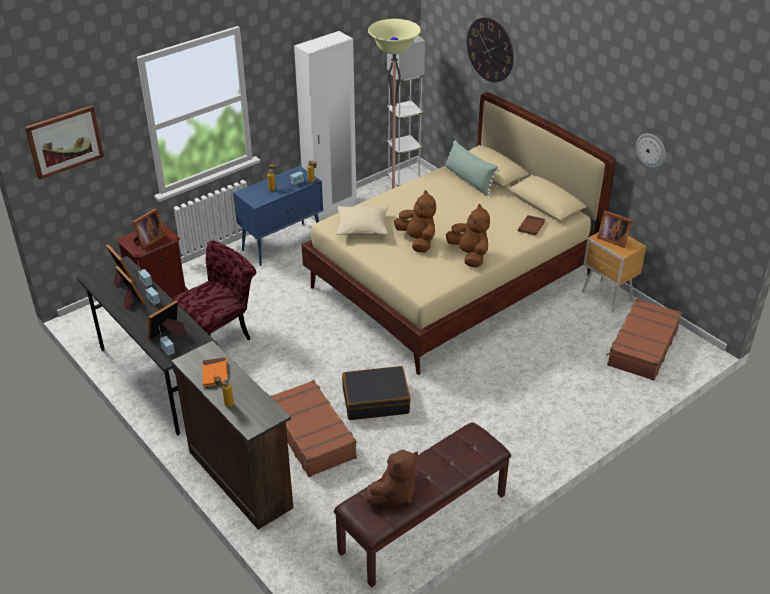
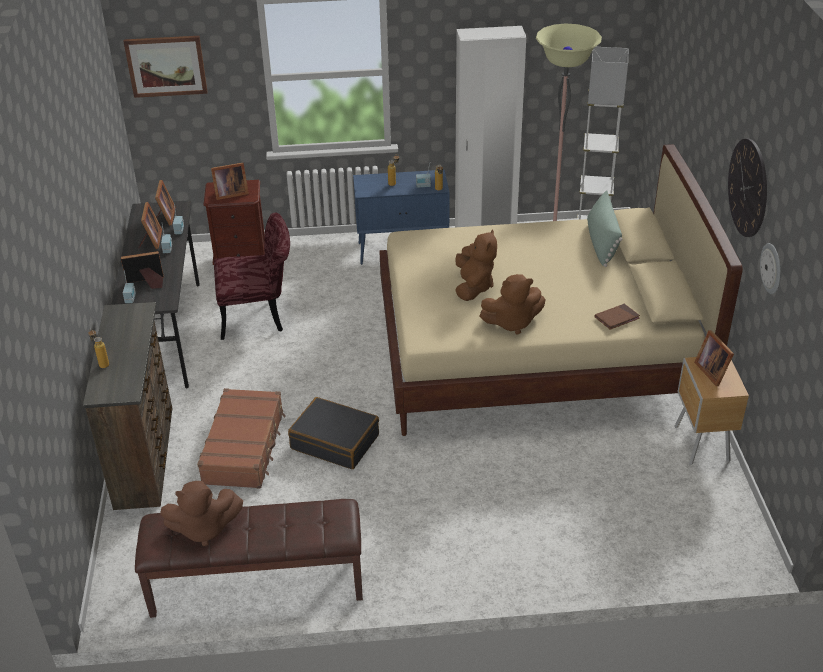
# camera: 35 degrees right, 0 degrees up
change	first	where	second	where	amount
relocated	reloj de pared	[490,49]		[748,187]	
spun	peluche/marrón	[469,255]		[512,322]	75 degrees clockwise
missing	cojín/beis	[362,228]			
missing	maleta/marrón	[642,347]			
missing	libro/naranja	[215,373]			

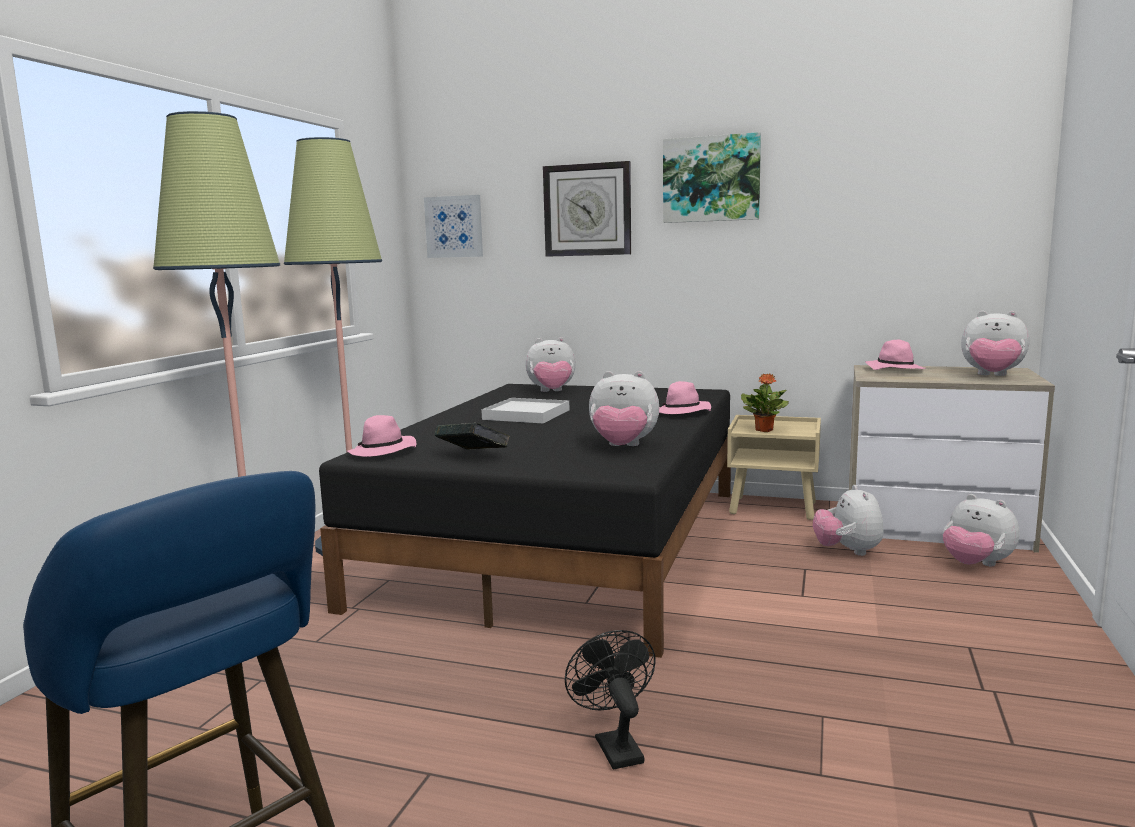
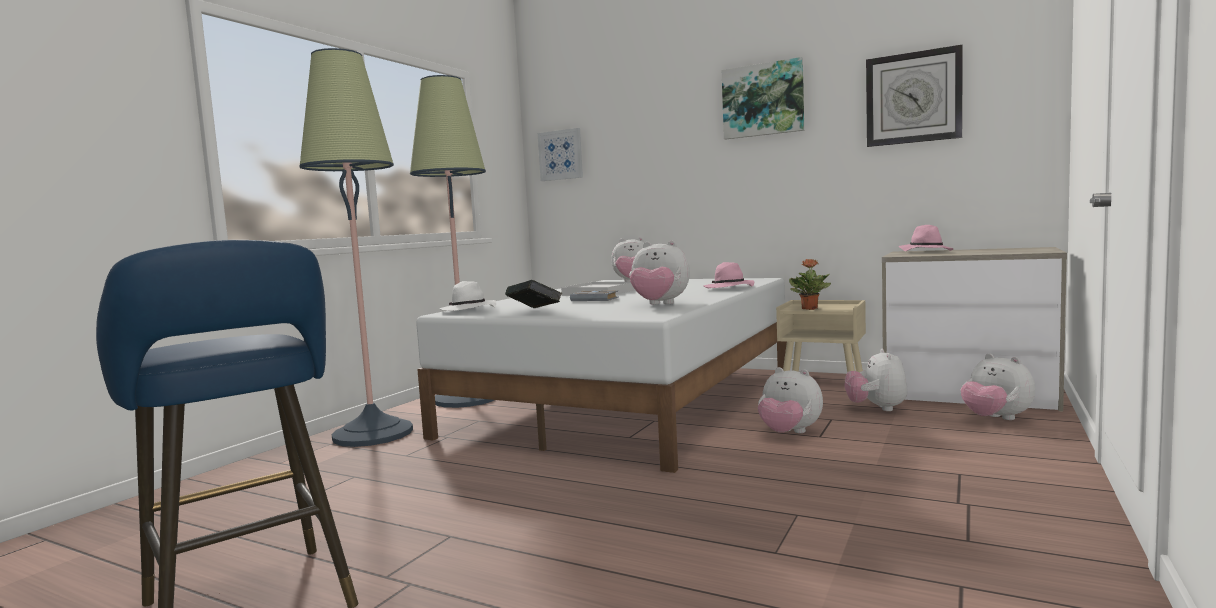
# camera: 10 degrees right, 5 degrees down
change	first	where	second	where	amount
relocated	reloj de pared	[587,210]		[913,98]	
relocated	peluche	[992,376]		[789,433]	
colour	cama/negro	[565,544]	cama/blanco	[631,401]	
colour	sombrero/rosa	[383,452]	sombrero/blanco	[469,310]	
missing	ventilador/negro	[614,745]			
appeared			libro/gris	[596,300]	

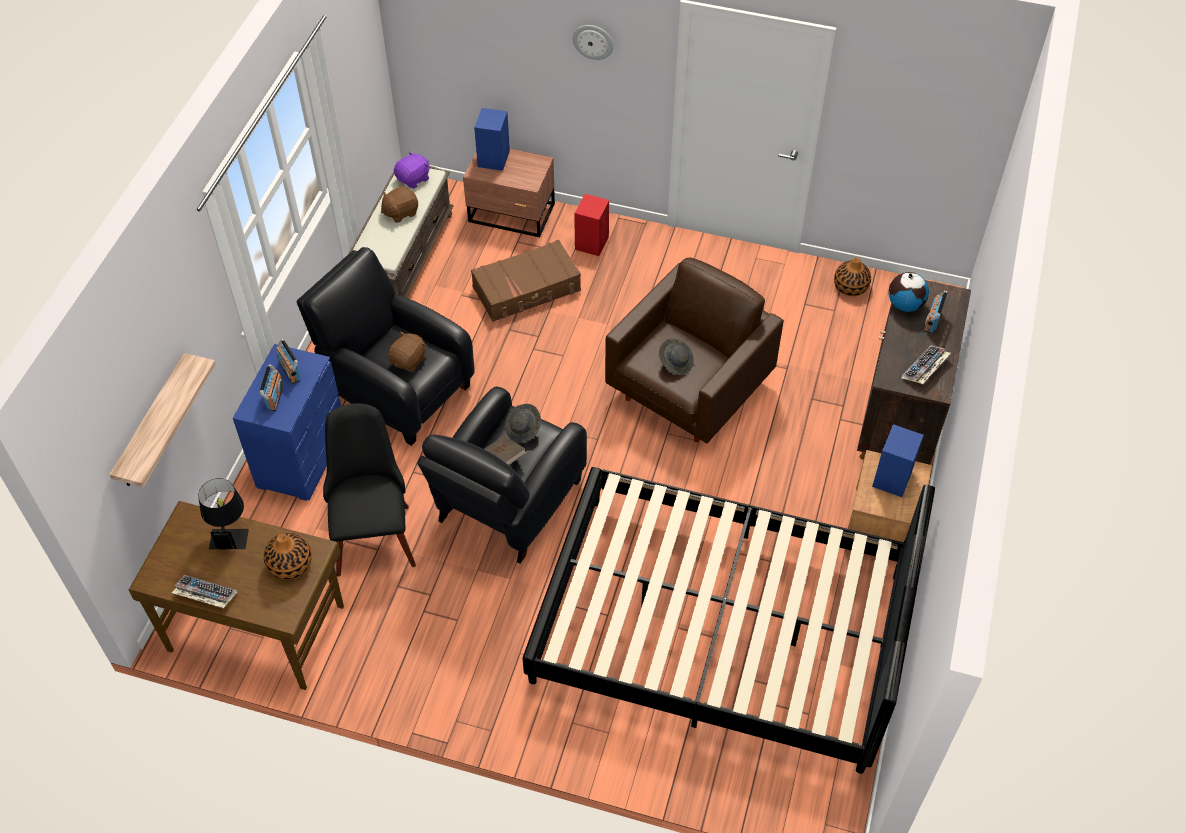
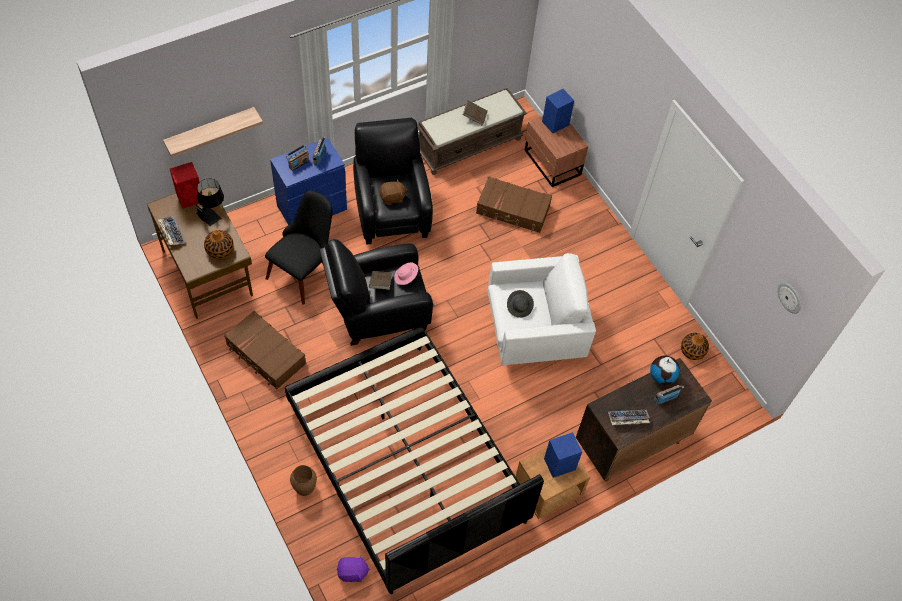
# camera: 40 degrees right, 5 degrees up
change	first	where	second	where	amount
relocated	reloj de pared	[593,41]		[790,297]	
relocated	peluche/morado	[413,179]		[352,572]	
exchanged	peluche/marrón	[400,212]	libro/marrón	[474,116]	
relocated	altavoz/rojo	[592,242]		[191,197]	
colour	sillón/marrón	[689,390]	sillón/blanco	[533,332]	
colour	sombrero/gris	[523,429]	sombrero/rosa	[406,277]	
appeared			maleta/marrón	[265,355]	
appeared			florero/marrón	[304,487]	

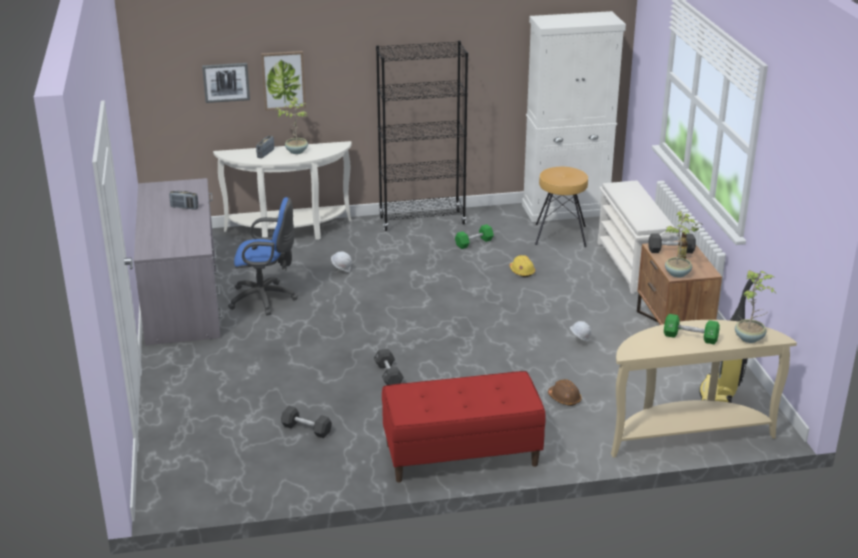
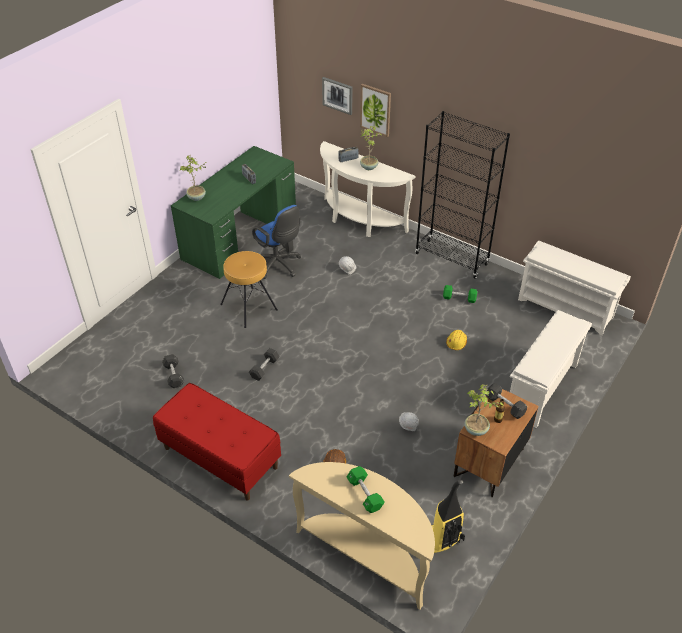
# camera: 45 degrees right, 15 degrees up
change	first	where	second	where	amount
exchanged	armario/blanco	[565,210]	zapatero/blanco	[566,308]	
relocated	taburete/marrón	[560,235]		[249,307]	
colour	escritorio/gris	[183,297]	escritorio/verde	[240,236]	
relocated	planta en maceta	[750,338]		[197,198]	

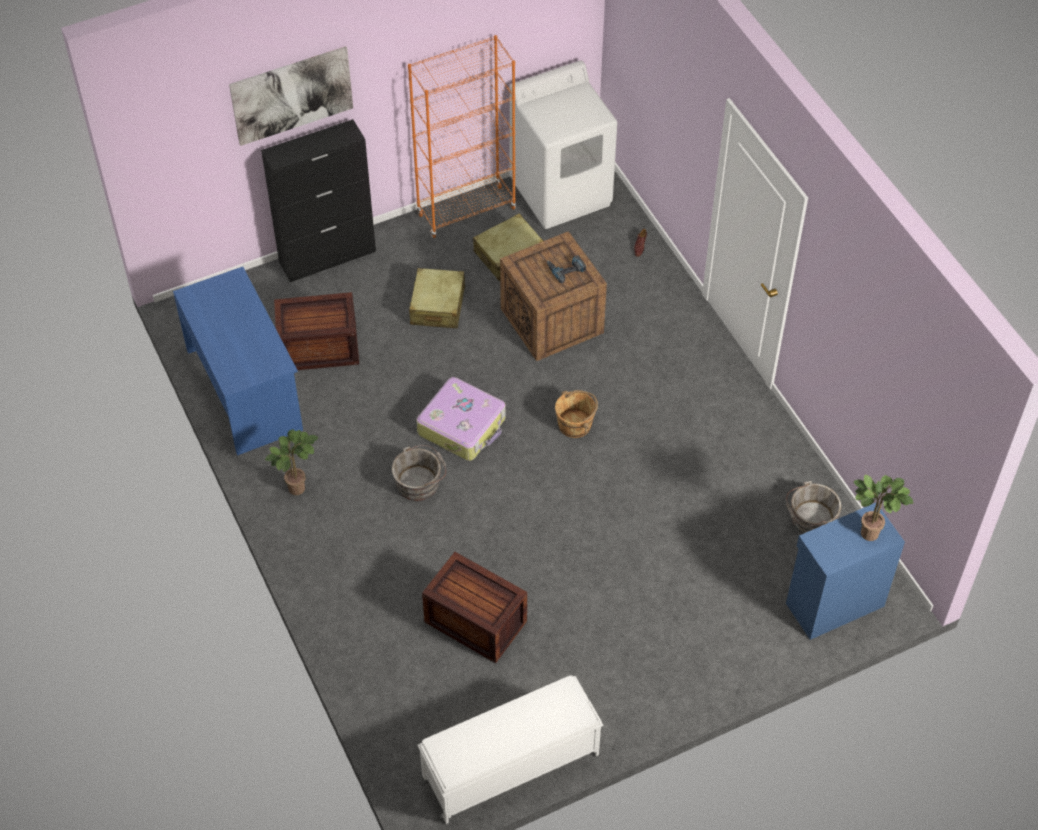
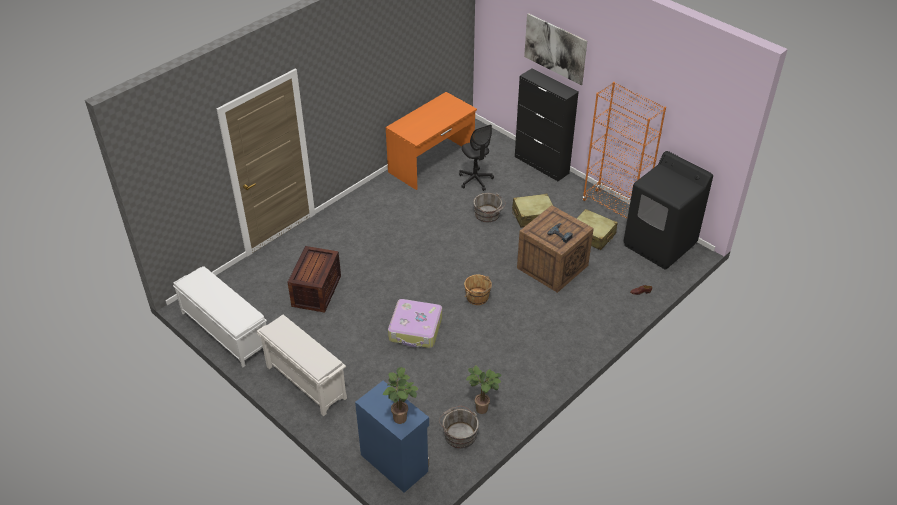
# camera: 70 degrees right, 10 degrees down
change	first	where	second	where	amount
colour	lavadora/blanco	[561,192]	lavadora/negro	[659,244]	
colour	escritorio/azul	[245,389]	escritorio/naranja	[432,162]	
exchanged	caja de embalaje	[320,348]	silla de oficina/negro	[475,180]	
relocated	maleta	[463,426]		[416,329]	
relocated	planta en maceta	[298,486]		[484,409]	
relocated	cubo/gris	[420,482]		[488,215]	
appeared			zapatero/blanco	[305,382]	

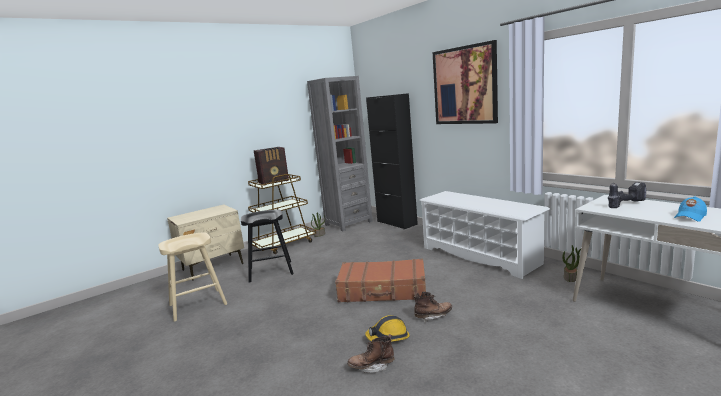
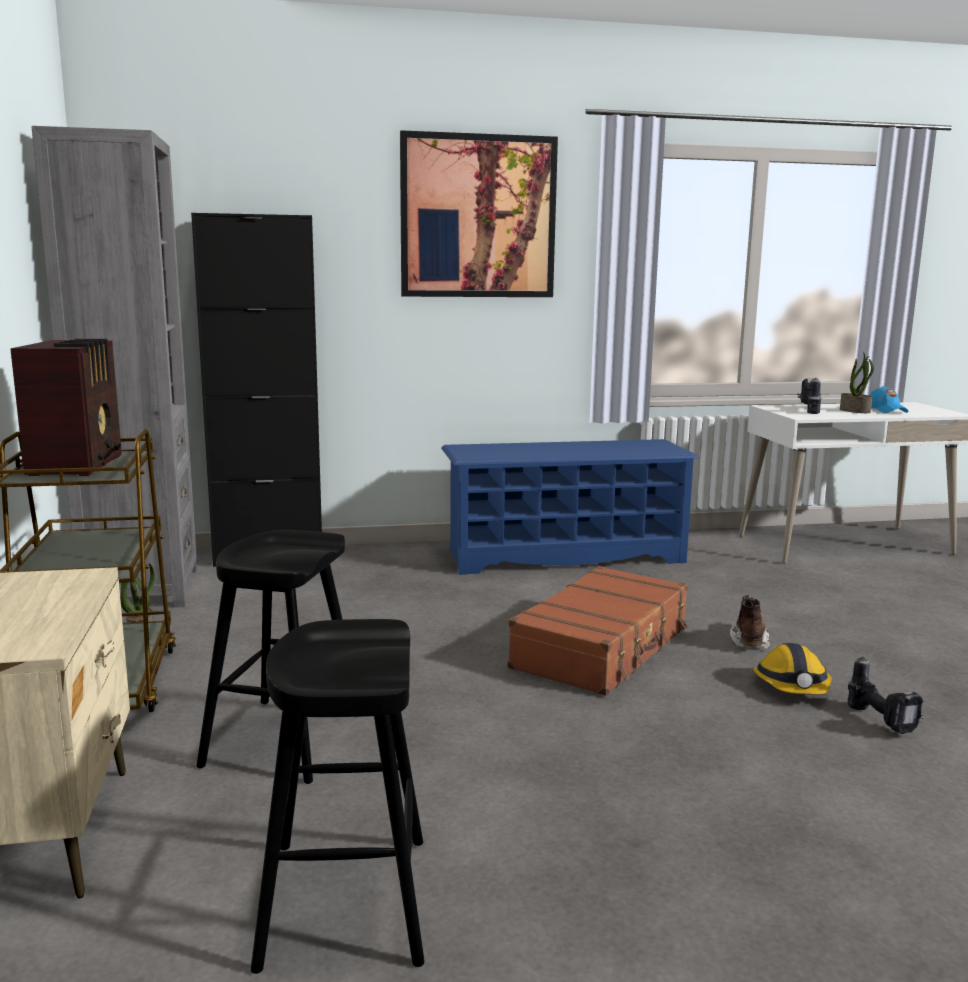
# camera: 65 degrees left, 0 degrees up
change	first	where	second	where	amount
colour	zapatero/blanco	[480,255]	zapatero/azul	[564,556]	
colour	taburete/beis	[197,305]	taburete/negro	[345,901]	
relocated	planta en maceta	[570,278]		[855,411]	
exchanged	bota/marrón	[372,367]	taladro	[883,721]	

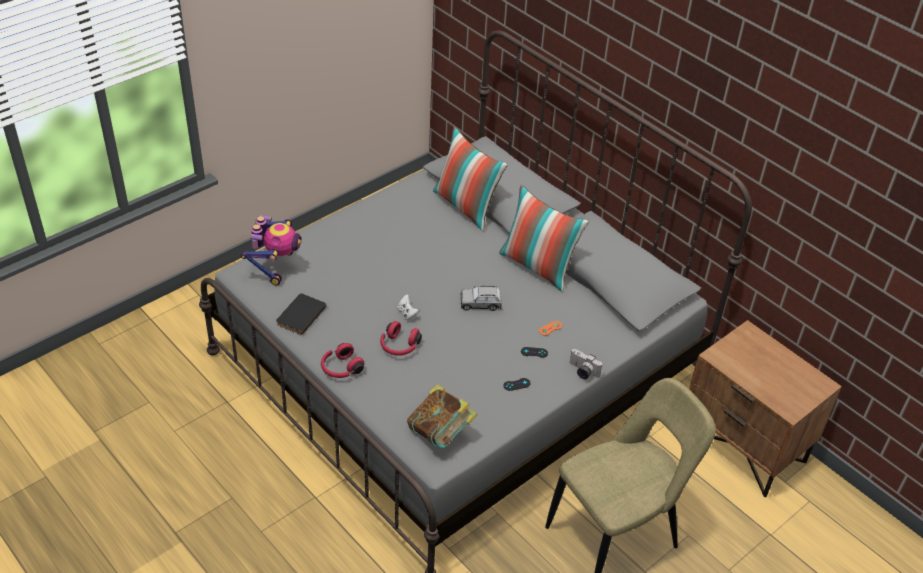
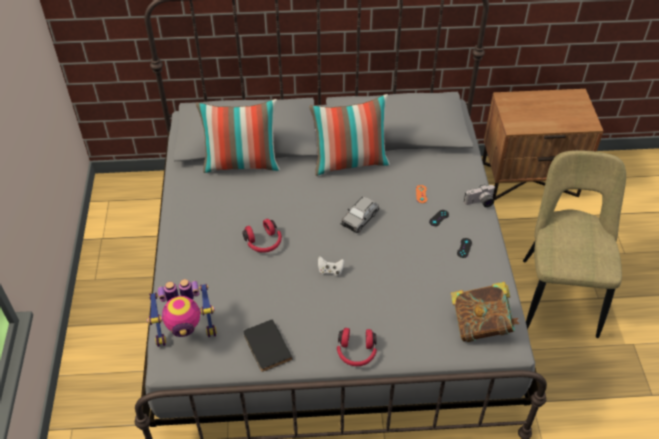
# camera: 50 degrees left, 5 degrees up
change	first	where	second	where	amount
spun	robot de juguete	[275,266]		[186,331]	120 degrees clockwise
relocated	auriculares/rojo	[399,346]		[264,243]	

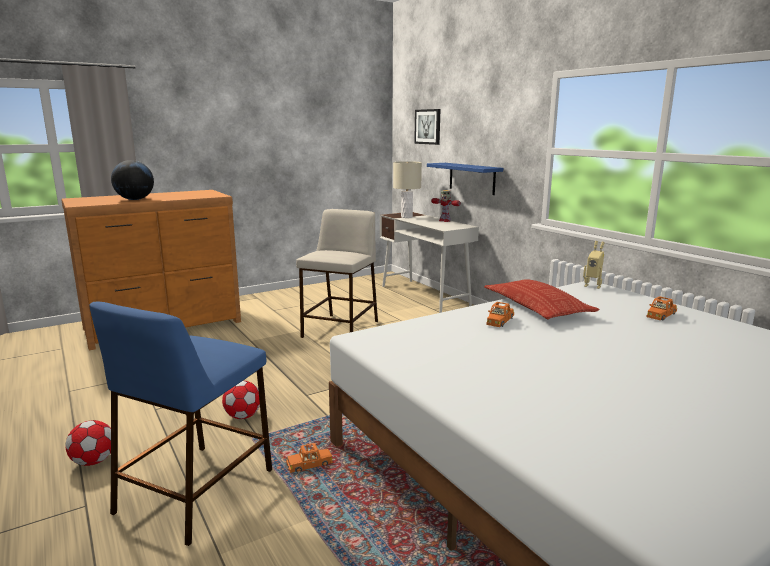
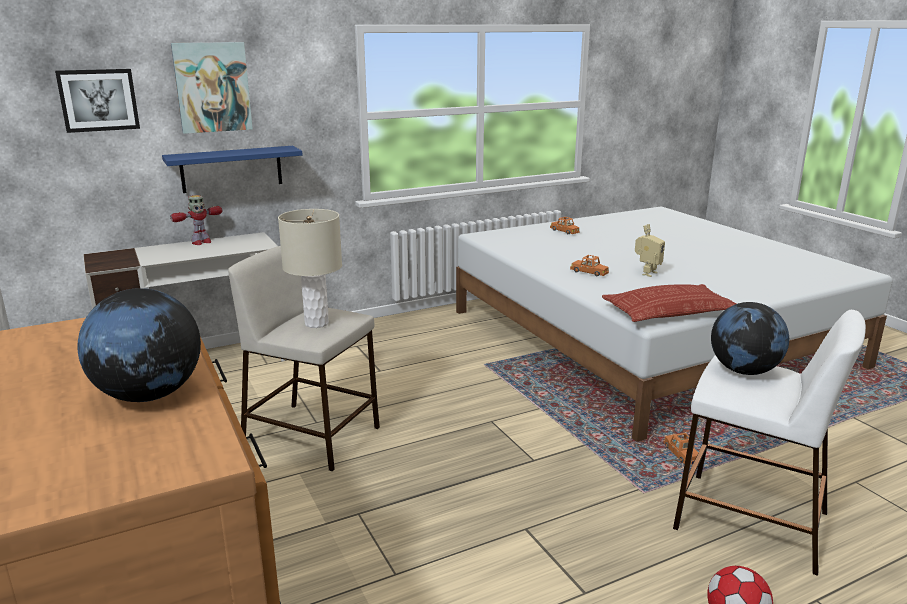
# camera: 85 degrees left, 5 degrees up
change	first	where	second	where	amount
relocated	lámpara de mesa/beis	[407,217]		[316,323]	
relocated	robot de juguete	[593,286]		[646,273]	
relocated	cojín	[537,306]		[670,312]	
colour	taburete/azul	[197,489]	taburete/blanco	[748,520]	
missing	balón de fútbol	[243,416]			
appeared			cuadro	[212,87]	
appeared			globo terráqueo	[744,371]	

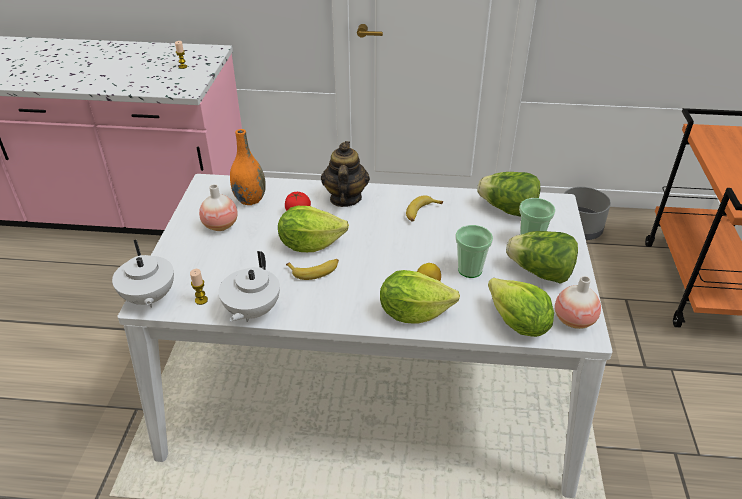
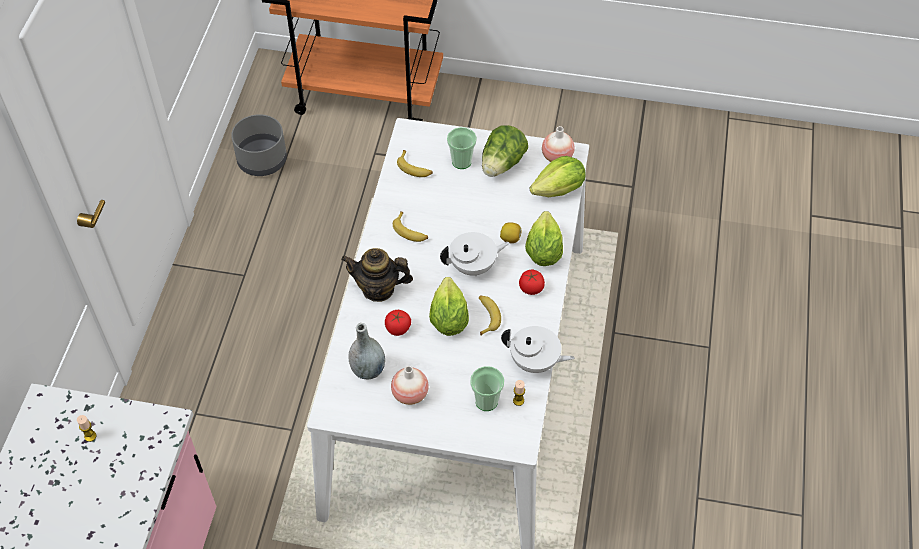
# camera: 85 degrees left, 15 degrees up
change	first	where	second	where	amount
colour	florero/naranja	[250,199]	florero/gris	[368,370]	
exchanged	lechuga	[508,210]	plátano	[415,168]	
relocated	taza	[470,270]		[486,401]	
relocated	tetera/blanco	[149,298]		[473,266]	
appeared			tomate	[531,288]	

